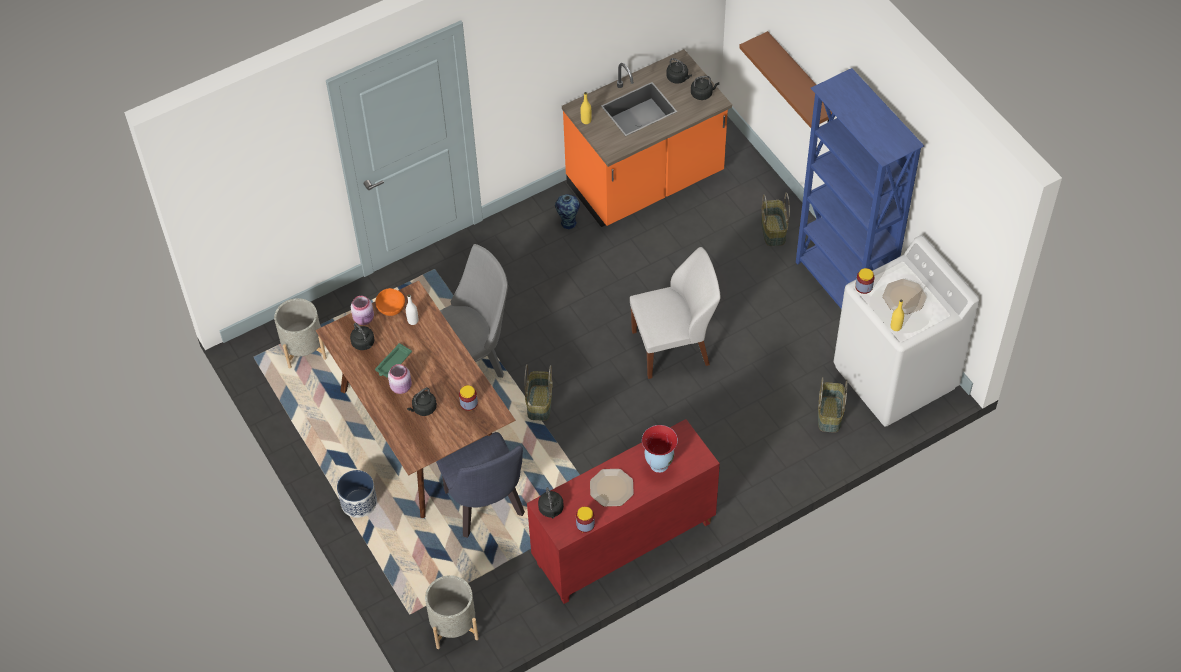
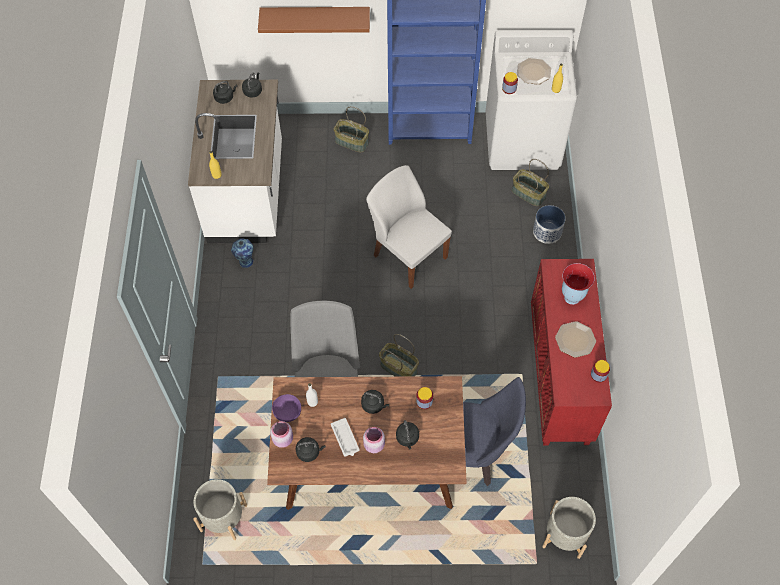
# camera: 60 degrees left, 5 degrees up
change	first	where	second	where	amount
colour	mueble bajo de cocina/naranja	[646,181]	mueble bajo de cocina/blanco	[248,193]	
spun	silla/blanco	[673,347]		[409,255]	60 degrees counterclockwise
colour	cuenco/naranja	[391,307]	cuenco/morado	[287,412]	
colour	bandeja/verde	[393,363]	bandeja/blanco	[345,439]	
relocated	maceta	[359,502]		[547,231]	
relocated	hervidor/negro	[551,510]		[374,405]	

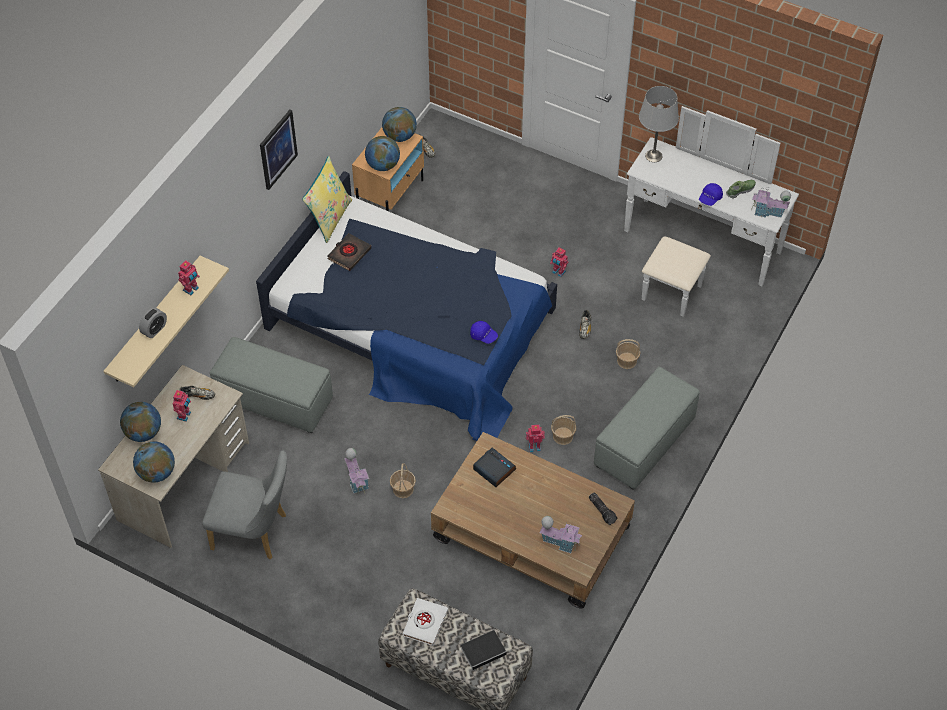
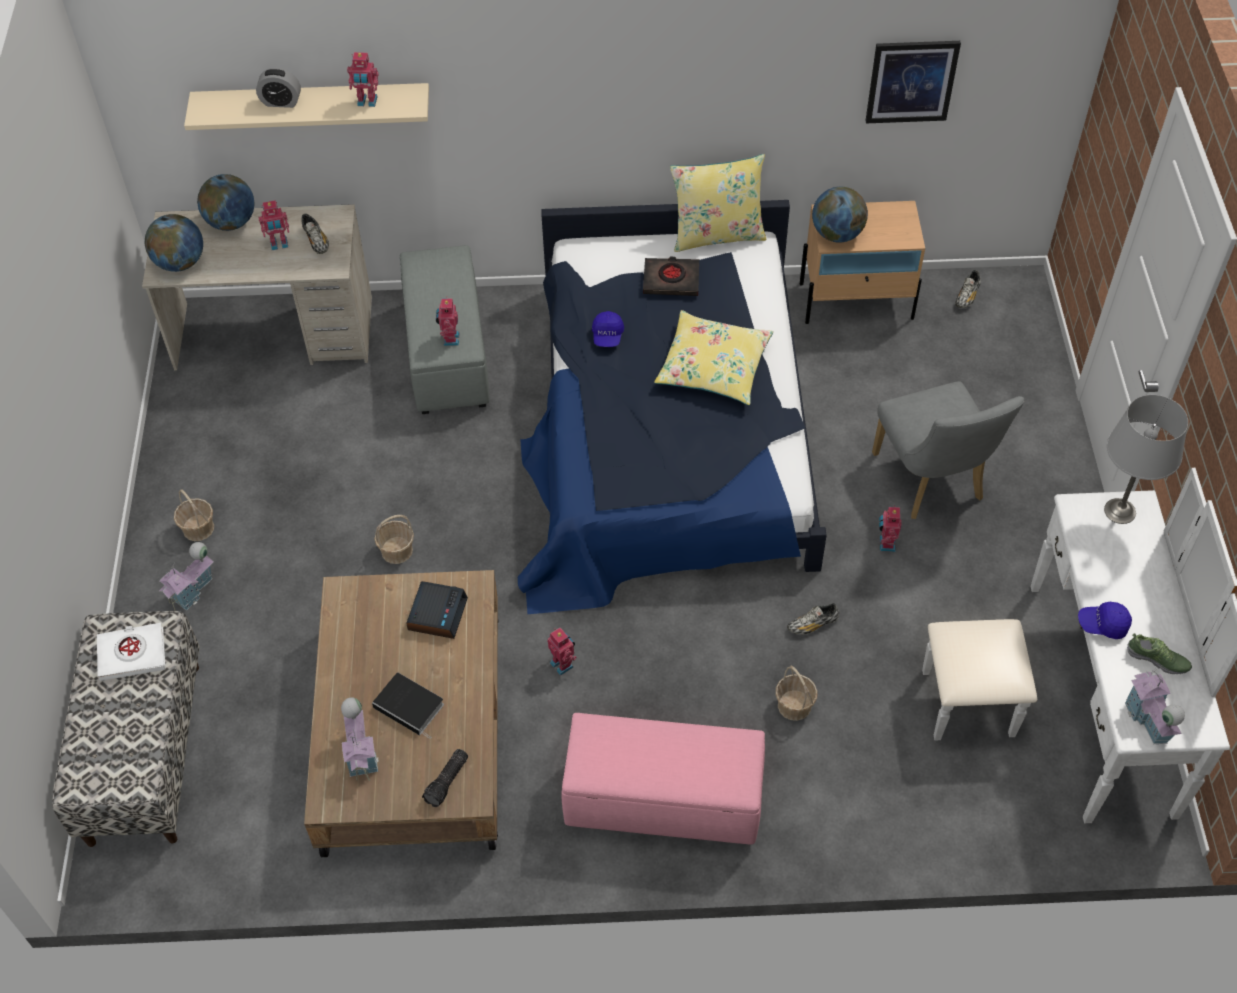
# camera: 60 degrees right, 0 degrees up
change	first	where	second	where	amount
missing	globo terráqueo	[400,136]			
relocated	cuadro	[278,149]		[911,81]	
relocated	gorra/azul	[483,336]		[607,336]	
colour	puf/gris	[644,443]	puf/rosa	[661,800]	
relocated	cesta	[563,436]		[198,528]	
relocated	casita	[357,480]		[193,590]	
relocated	silla/gris	[255,532]		[932,483]	
relocated	libro	[484,650]		[411,706]	
appeared			robot de juguete	[450,339]	
appeared			cojín/amarillo	[713,367]	

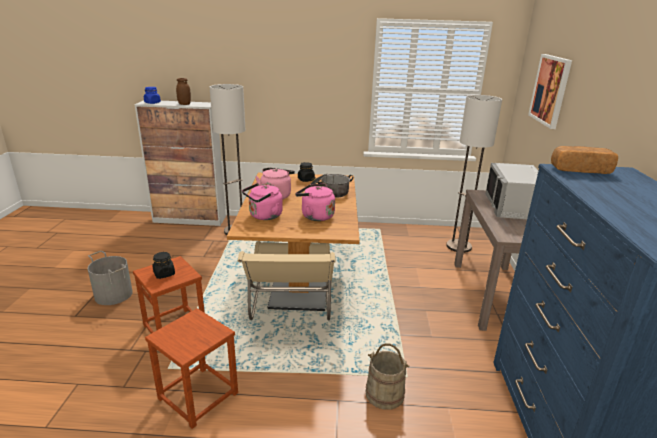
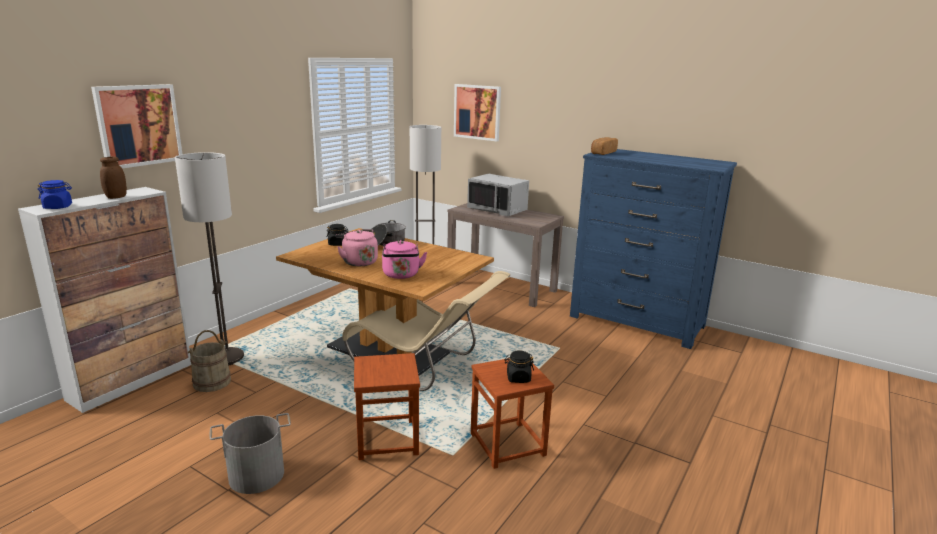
# camera: 60 degrees left, 5 degrees down
change	first	where	second	where	amount
missing	hervidor/rosa	[315,216]			
relocated	tarro/negro	[164,274]		[518,378]	
relocated	cubo/beis	[385,394]		[212,382]	
appeared			cuadro	[138,125]	

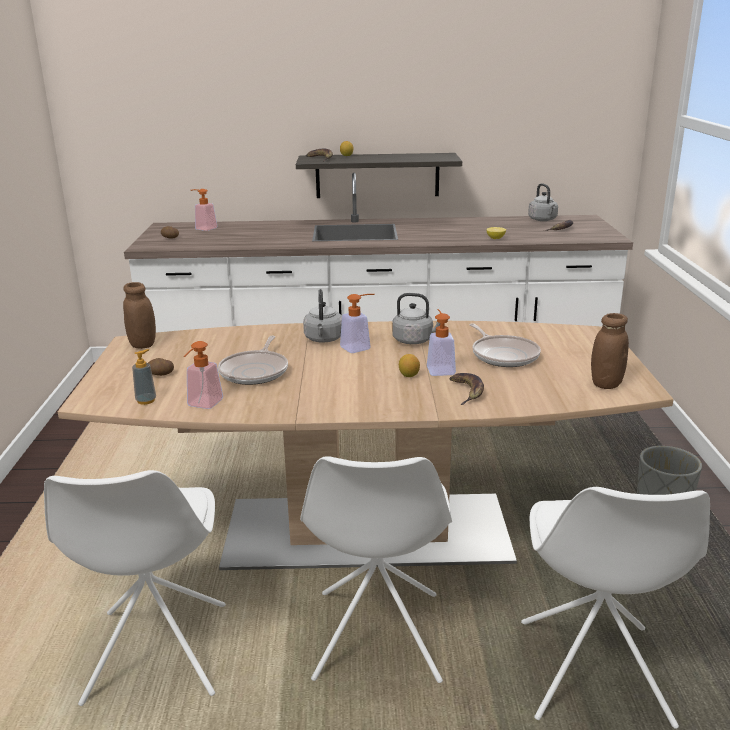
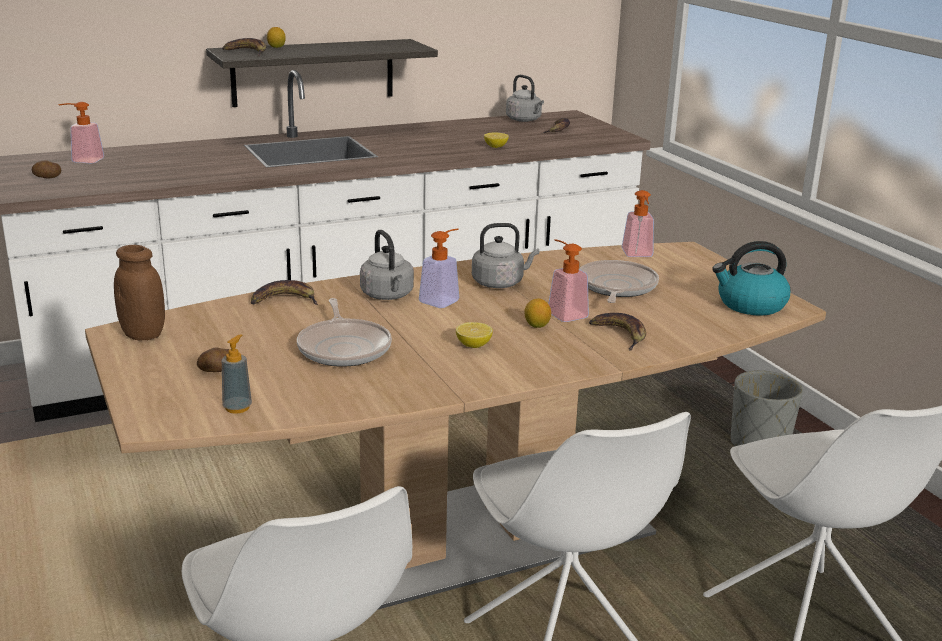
# camera: 25 degrees left, 0 degrees up
change	first	where	second	where	amount
exchanged	tarro/marrón	[606,384]	hervidor	[750,305]	
spun	sartén	[503,355]		[616,287]	120 degrees counterclockwise
relocated	dispensador de jabón	[202,405]		[638,255]	
appeared			plátano	[284,300]	
appeared			limón	[473,345]	

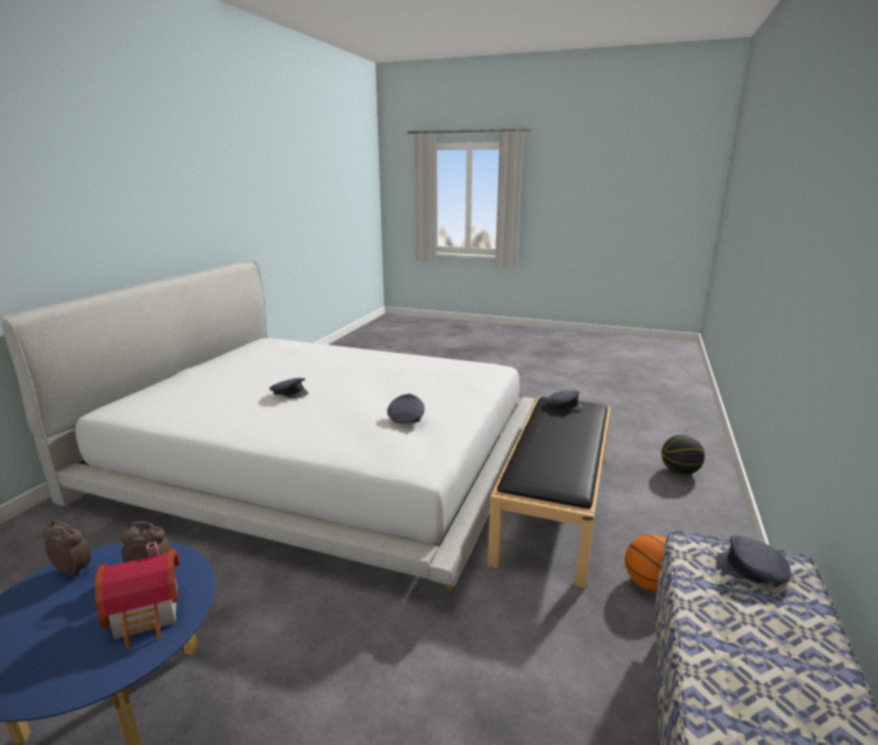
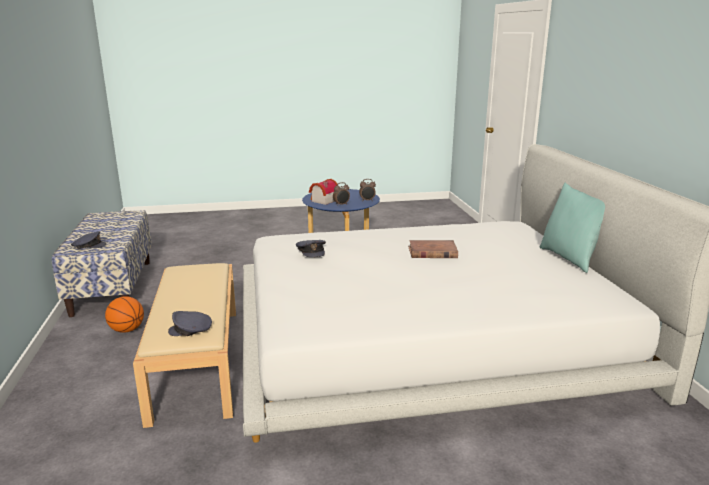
# camera: 150 degrees right, 0 degrees up
change	first	where	second	where	amount
exchanged	gorra/gris	[290,392]	libro/marrón	[432,252]	
colour	banco/negro	[553,504]	banco/beis	[198,361]	
missing	balón de baloncesto	[679,472]			
appeared			cojín/turquesa	[570,258]	

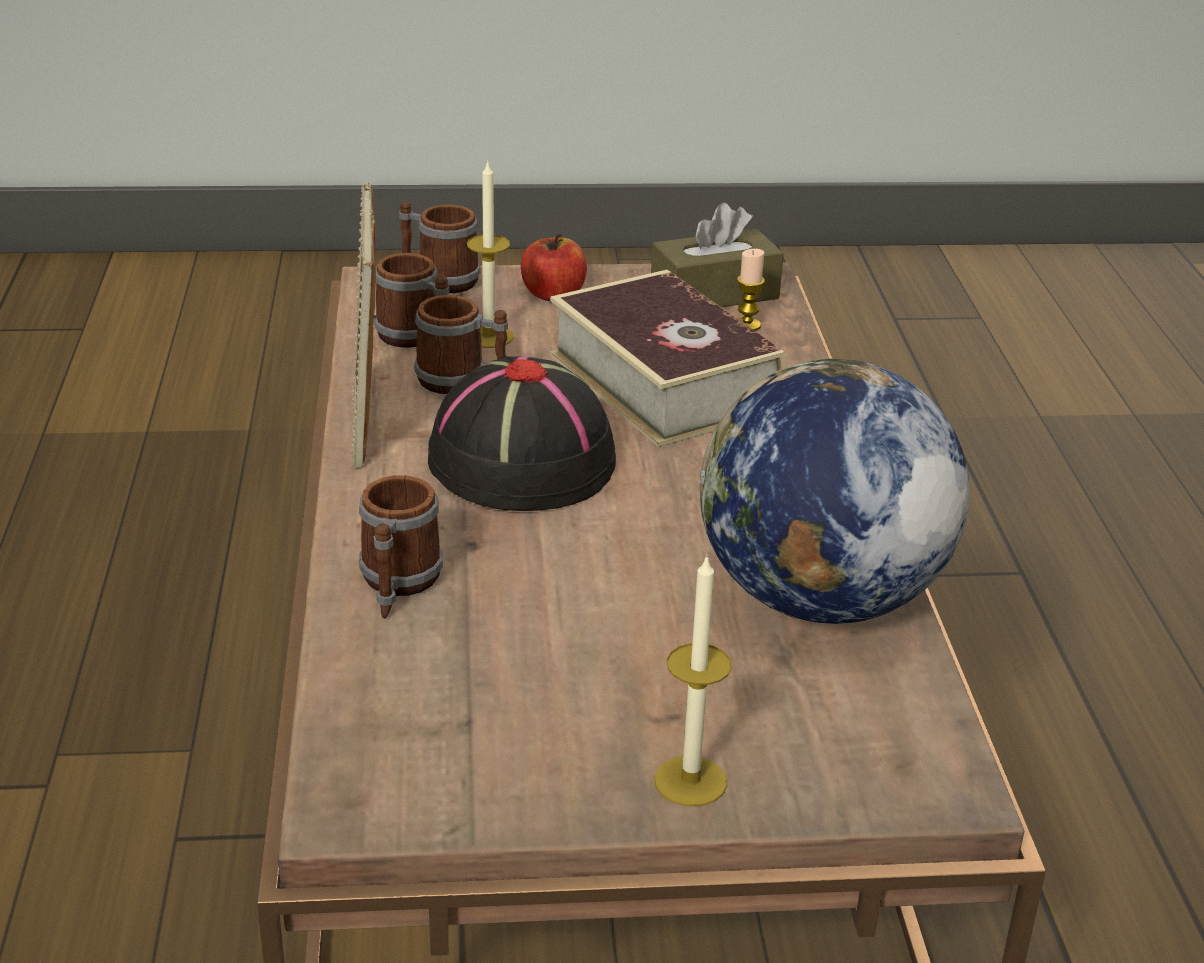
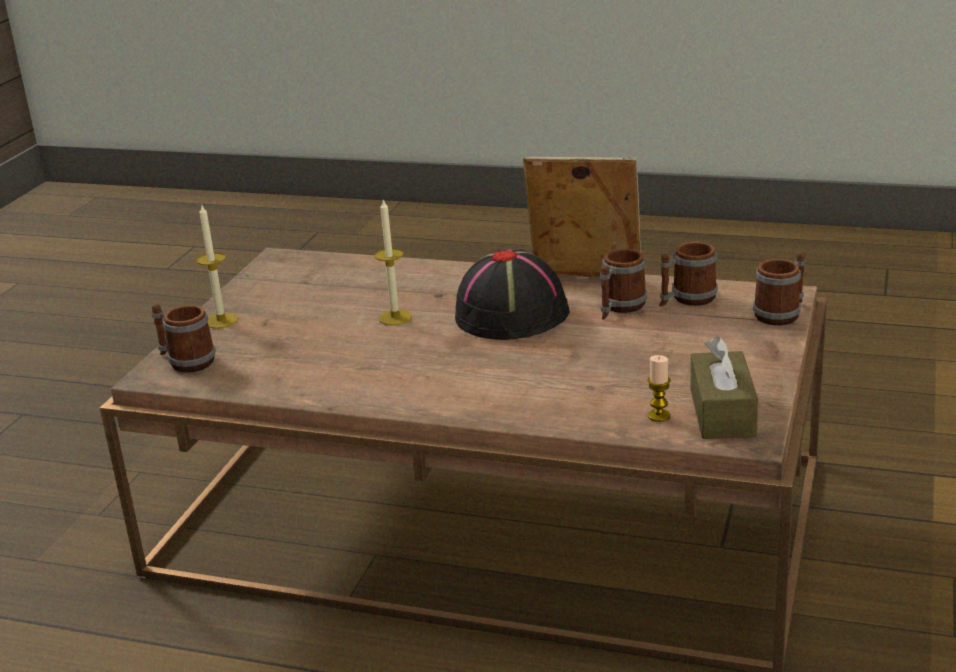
# camera: 115 degrees right, 5 degrees down
change	first	where	second	where	amount
relocated	vela	[489,336]		[395,317]	
missing	manzana	[553,294]			
missing	libro	[663,382]			
missing	globo terráqueo	[818,599]			
relocated	taza grande	[398,585]		[185,361]	

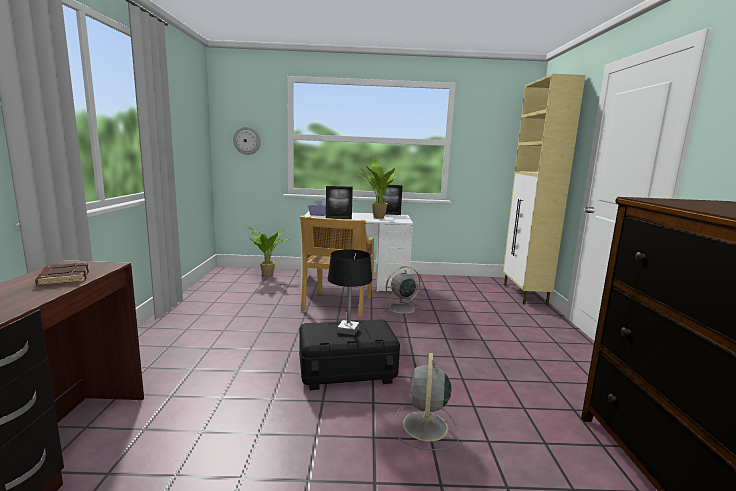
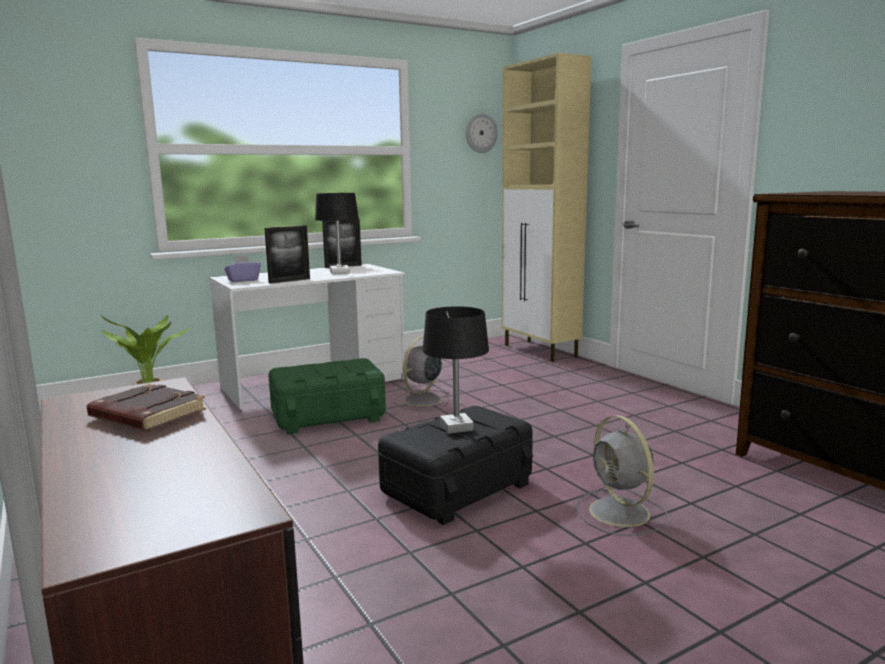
# camera: 30 degrees left, 0 degrees up
change	first	where	second	where	amount
relocated	reloj de pared	[247,140]		[480,133]	
exchanged	planta en maceta	[377,217]	lámpara de mesa/negro	[339,272]	
exchanged	silla/beis	[337,304]	caja de almacenaje/verde	[328,416]	

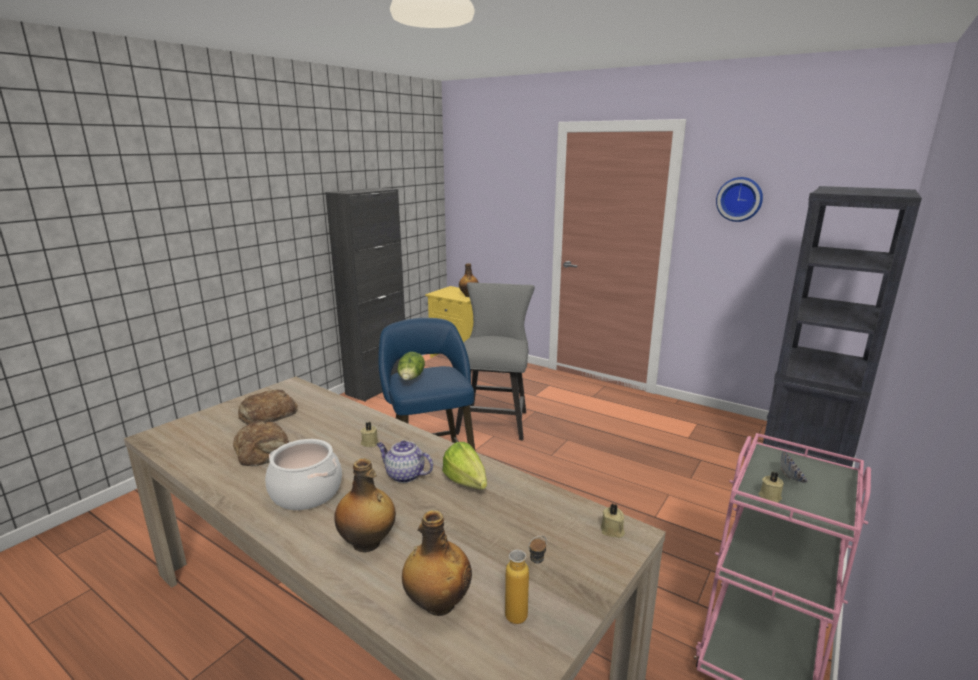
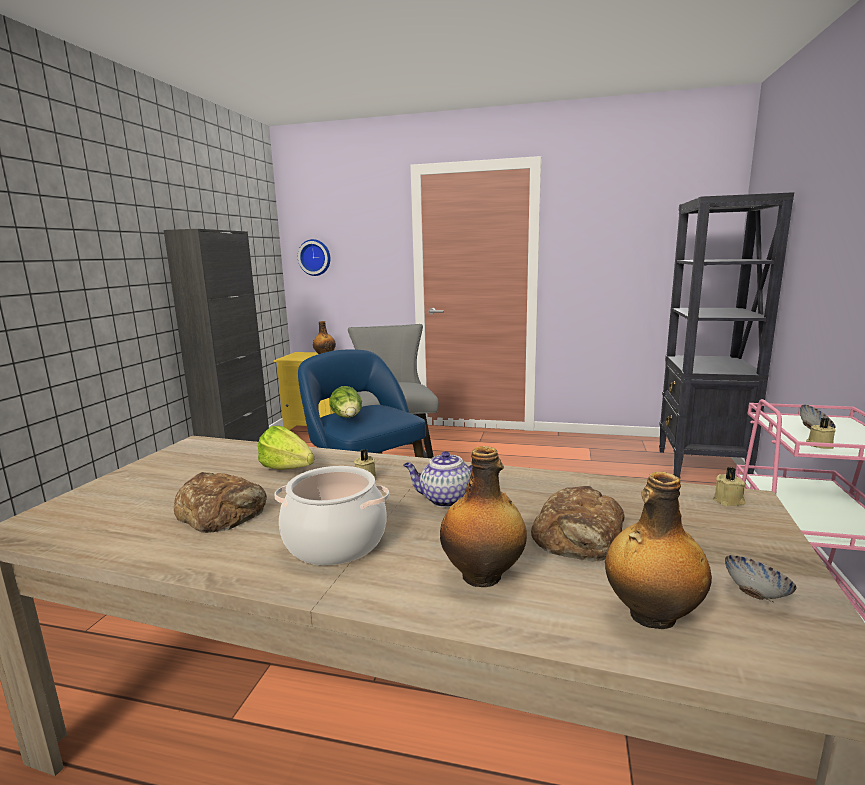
# camera: 20 degrees left, 5 degrees down
change	first	where	second	where	amount
relocated	reloj de pared	[739,199]		[315,257]	
relocated	pan	[267,414]		[579,535]	
relocated	lechuga	[467,485]		[290,471]	
exchanged	botella	[525,613]	cuenco	[755,596]	

